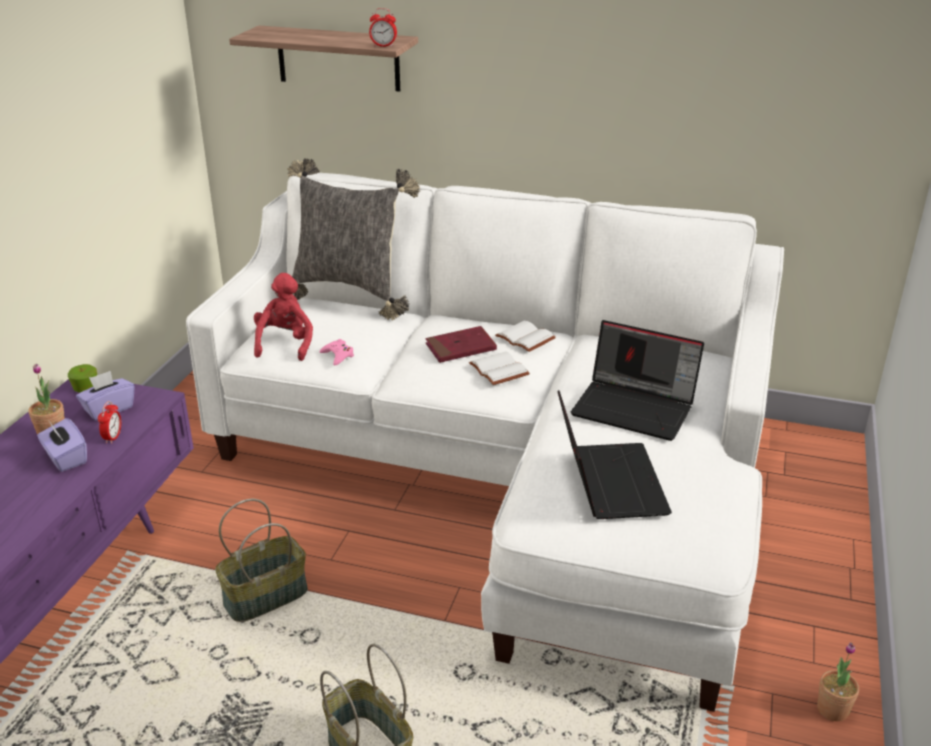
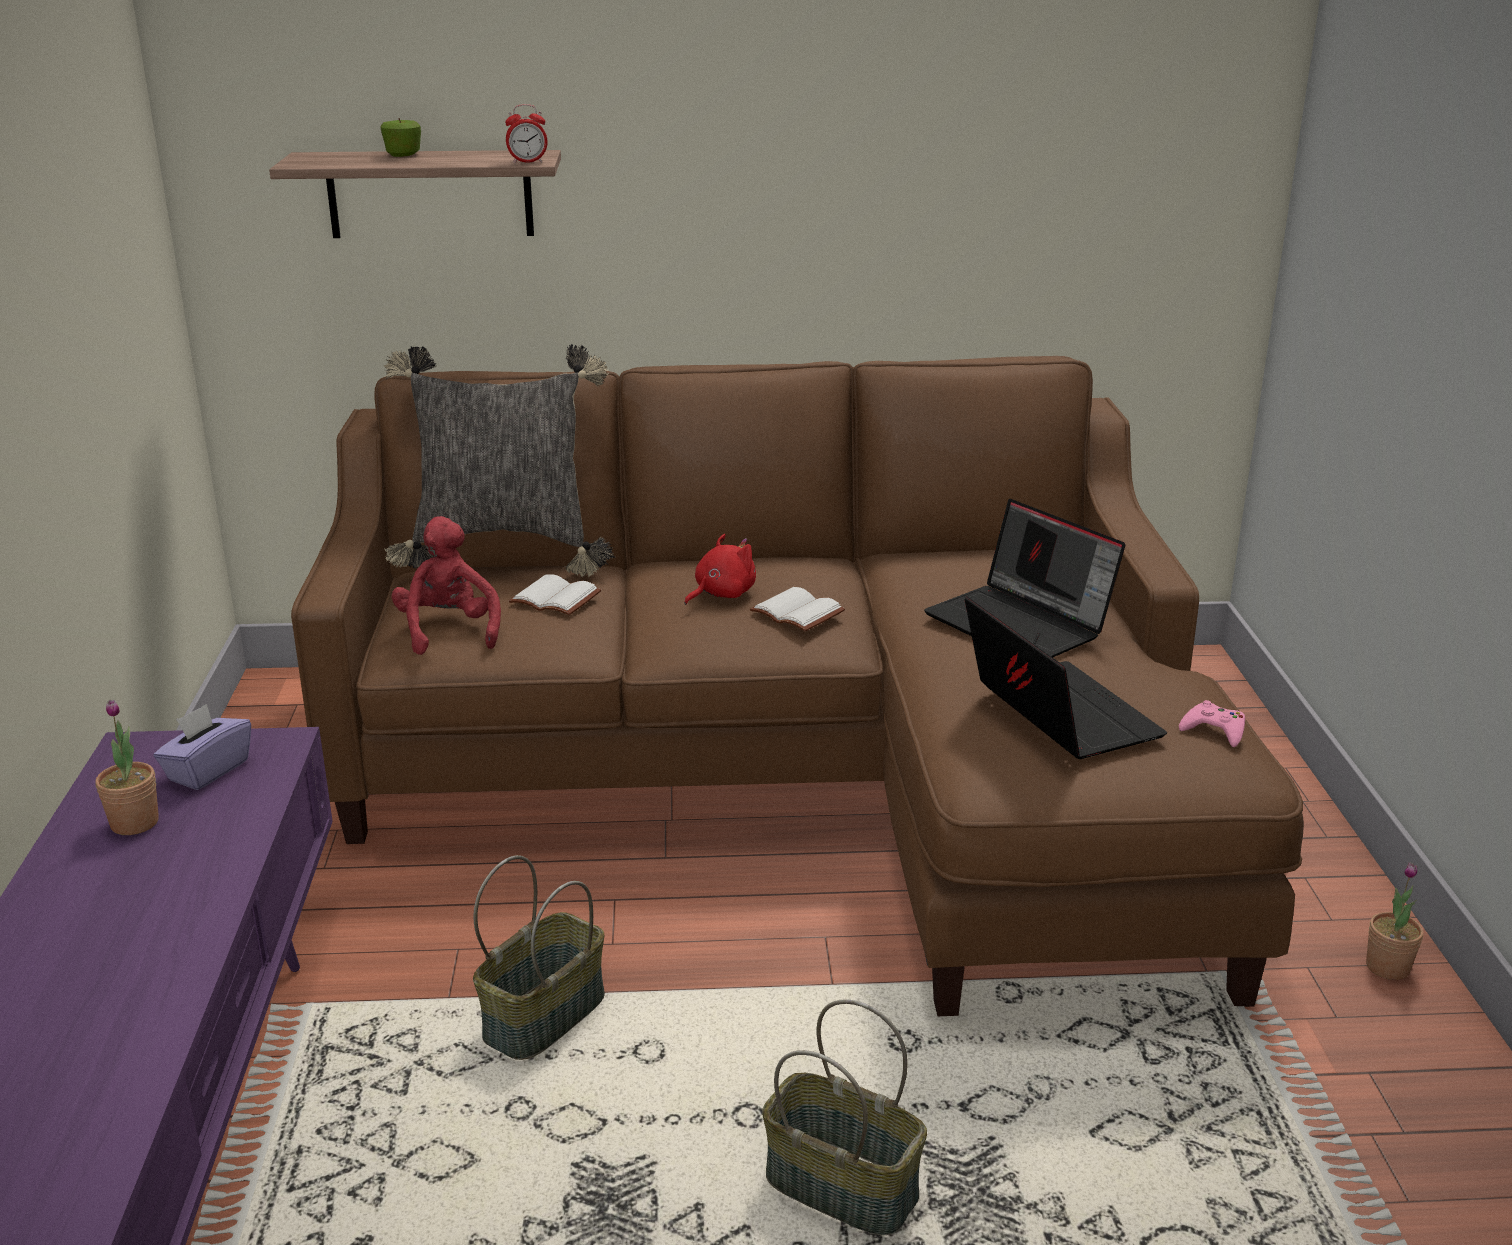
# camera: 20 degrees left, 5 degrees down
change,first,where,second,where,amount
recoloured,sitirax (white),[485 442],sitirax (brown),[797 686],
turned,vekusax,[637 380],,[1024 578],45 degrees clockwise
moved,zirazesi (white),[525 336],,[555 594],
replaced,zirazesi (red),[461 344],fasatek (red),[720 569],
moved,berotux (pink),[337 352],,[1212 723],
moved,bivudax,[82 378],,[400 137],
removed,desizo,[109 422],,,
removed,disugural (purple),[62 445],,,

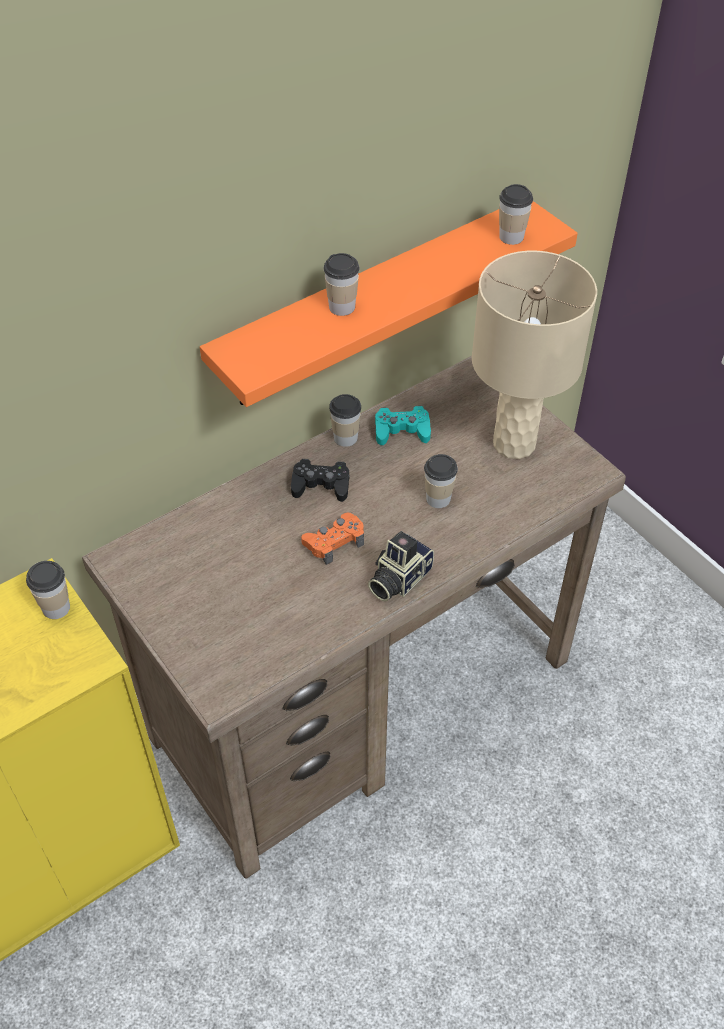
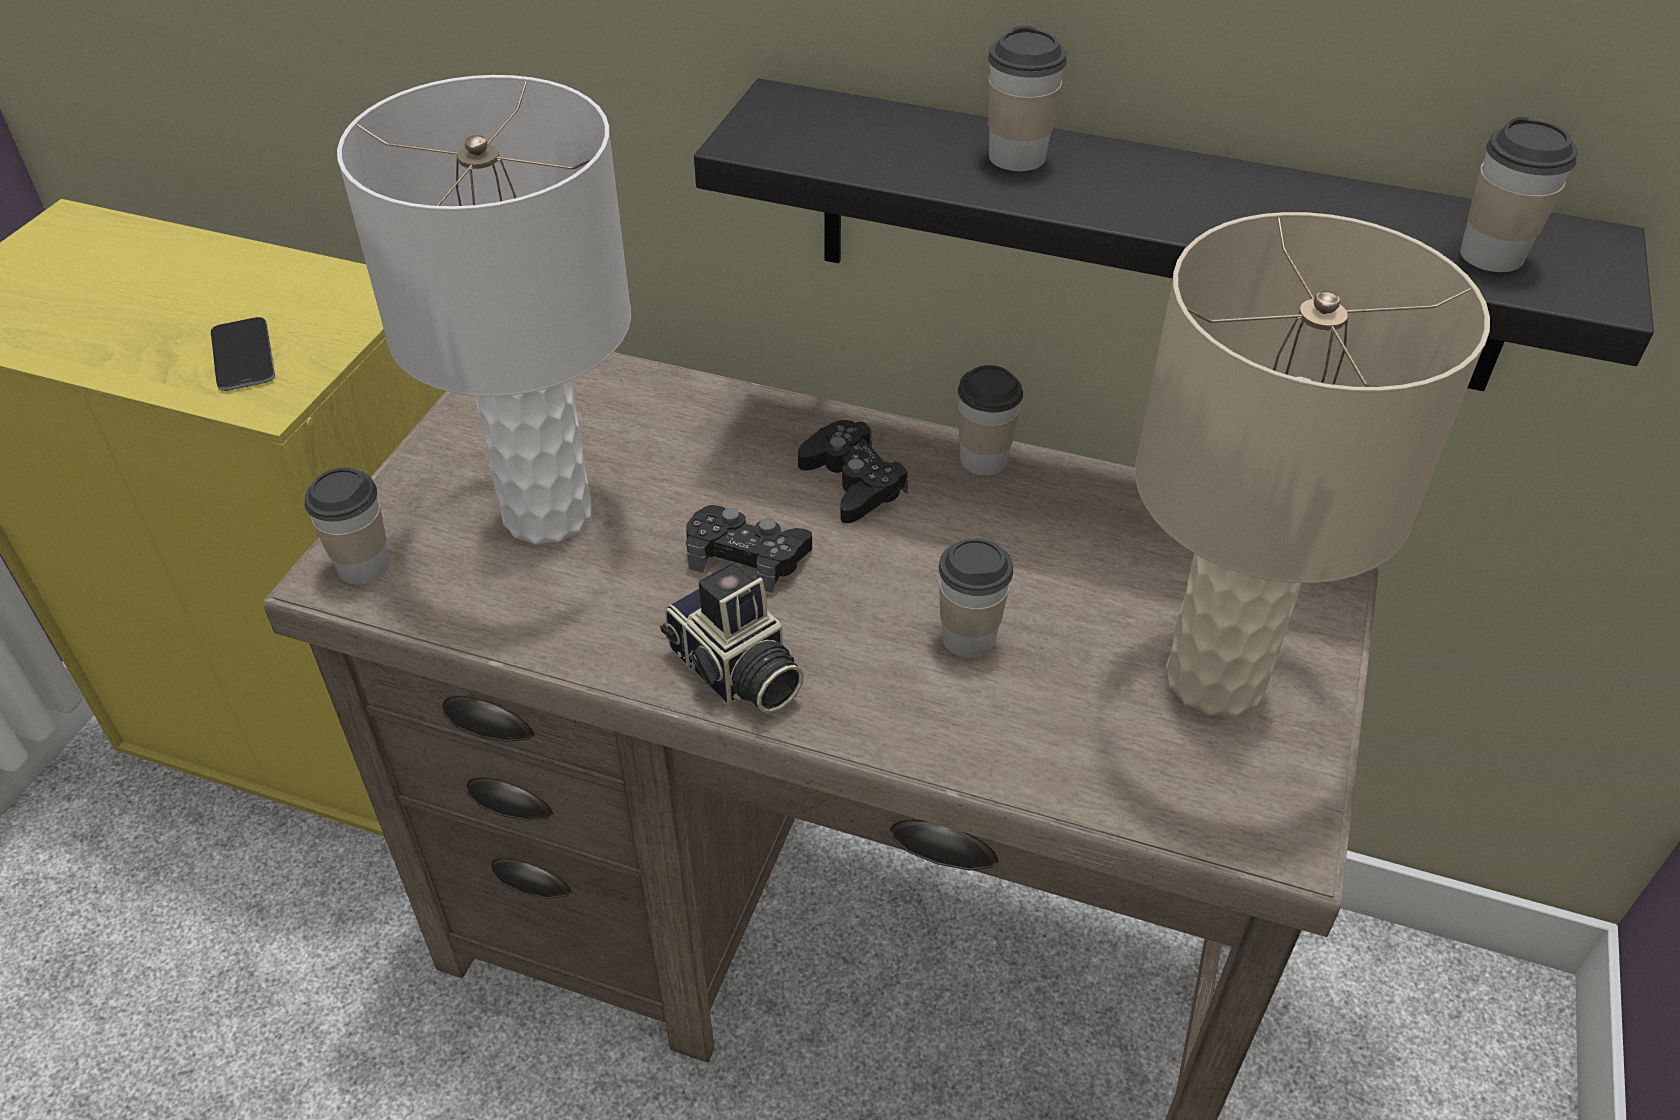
# camera: 55 degrees right, 5 degrees down
change,first,where,second,where,amount
recoloured,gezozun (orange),[389 304],gezozun (black),[1174 235],
removed,berotux (turquoise),[403 425],,,
recoloured,berotux (orange),[332 539],berotux (black),[749 549],
turned,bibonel,[401 566],,[732 638],135 degrees counterclockwise
moved,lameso,[48 590],,[347 525],
added,,,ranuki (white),[484 309],
added,,,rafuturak,[243 354],

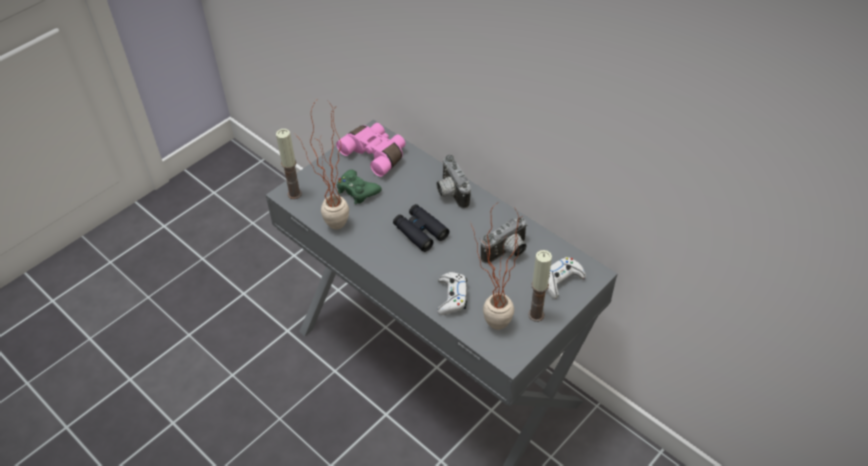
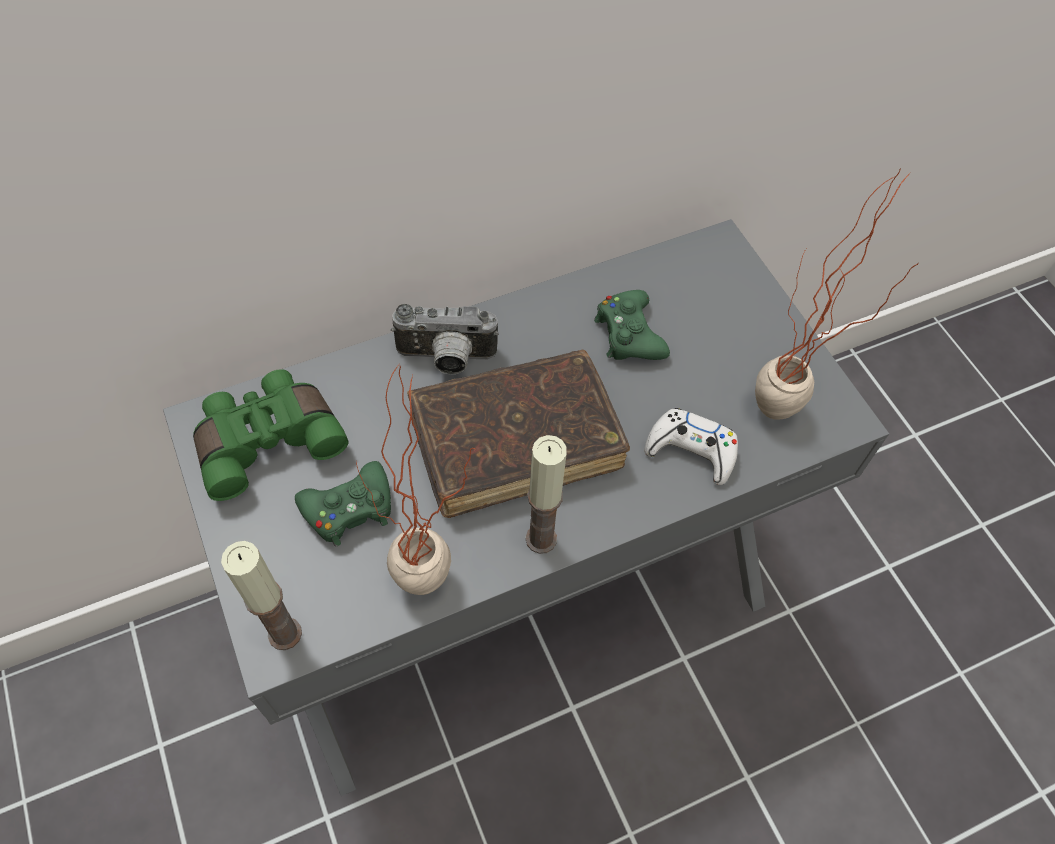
# camera: 70 degrees left, 10 degrees up
change,first,where,second,where,amount
recoloured,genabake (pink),[371 150],genabake (green),[270 435],
replaced,genabake (black),[421 228],zirazesi (brown),[518 434],
replaced,bibonel,[504 240],berotux (green),[632 325],
moved,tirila,[540 286],,[546 494],
removed,berotux (white),[566 278],,,

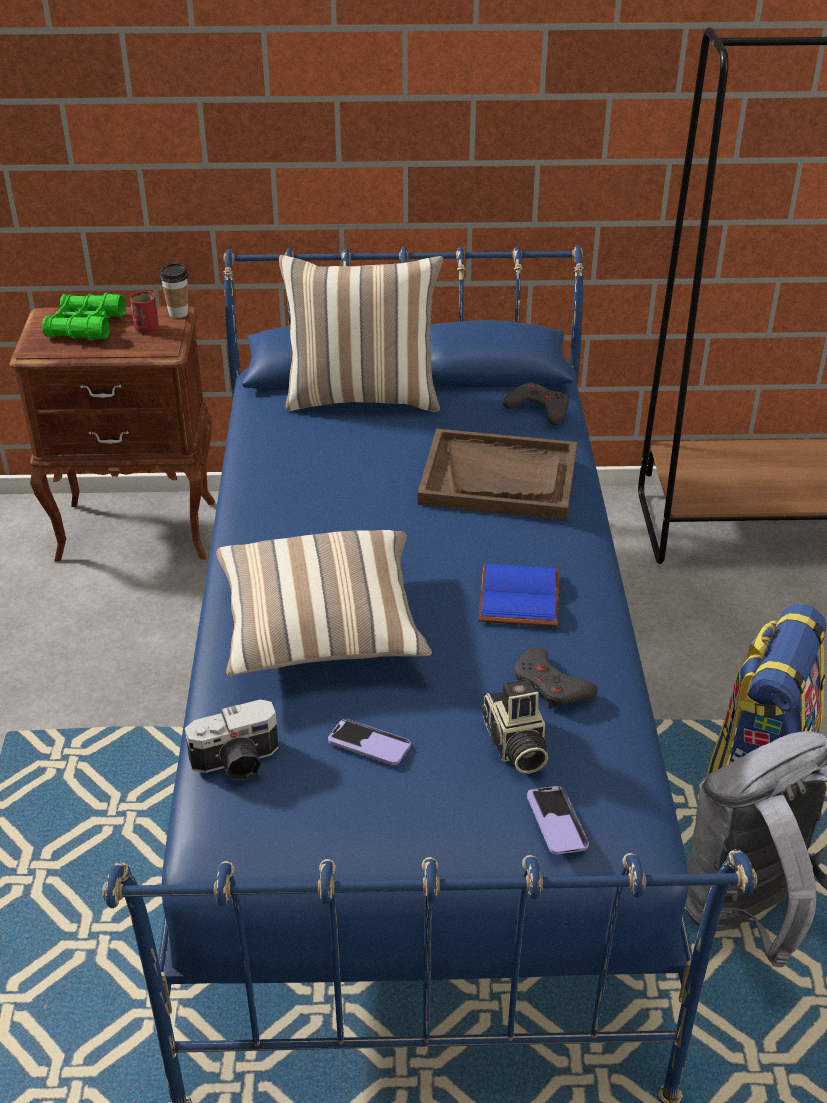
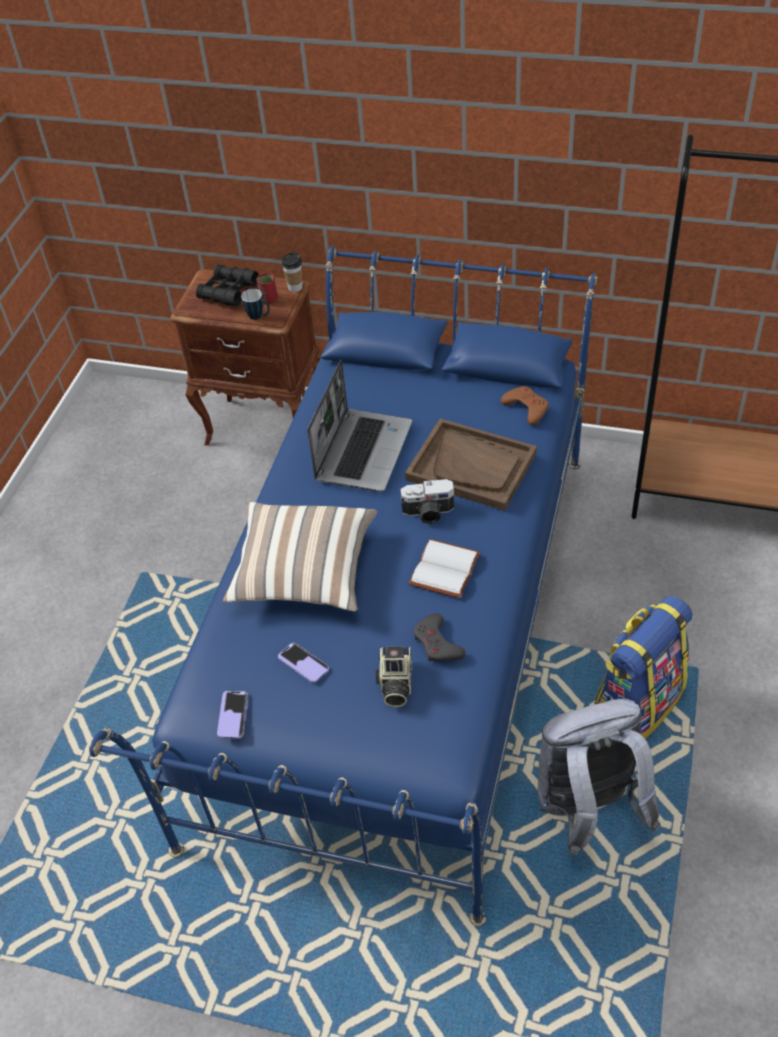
# camera: 20 degrees right, 10 degrees up
change,first,where,second,where,amount
removed,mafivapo,[361 333],,,
recoloured,genabake (green),[84 317],genabake (black),[227 285],
recoloured,berotux (grey),[536 403],berotux (brown),[525 405],
recoloured,zirazesi (blue),[518 595],zirazesi (white),[445 568],
moved,bibonel,[232 739],,[427 501],
moved,rafuturak,[558 820],,[232 715],
added,,,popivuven,[255 304],
added,,,vekusax,[359 426],

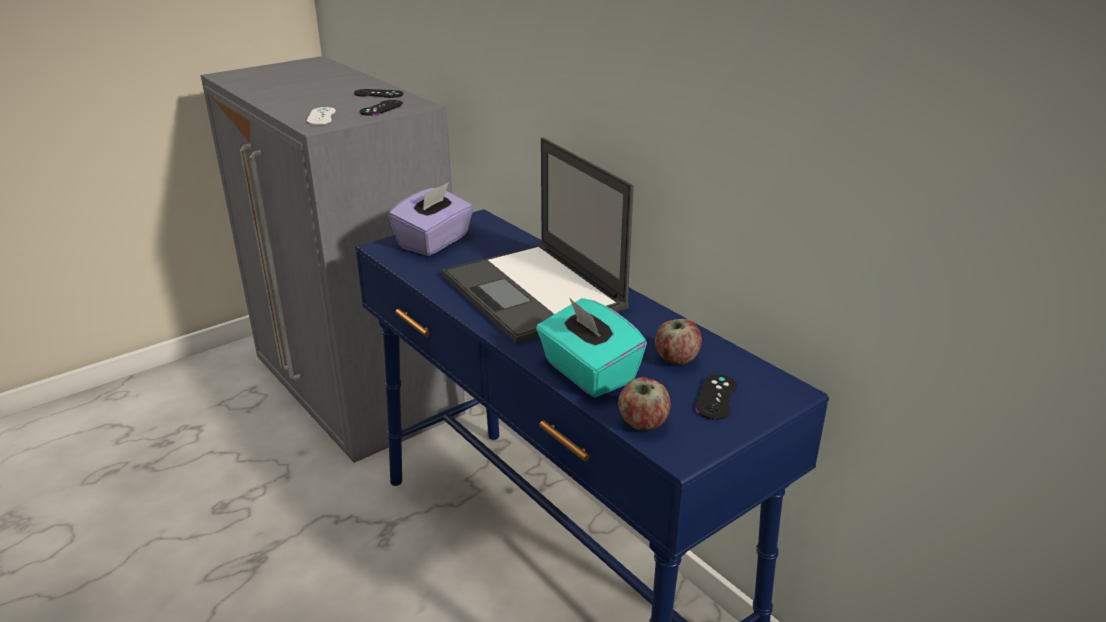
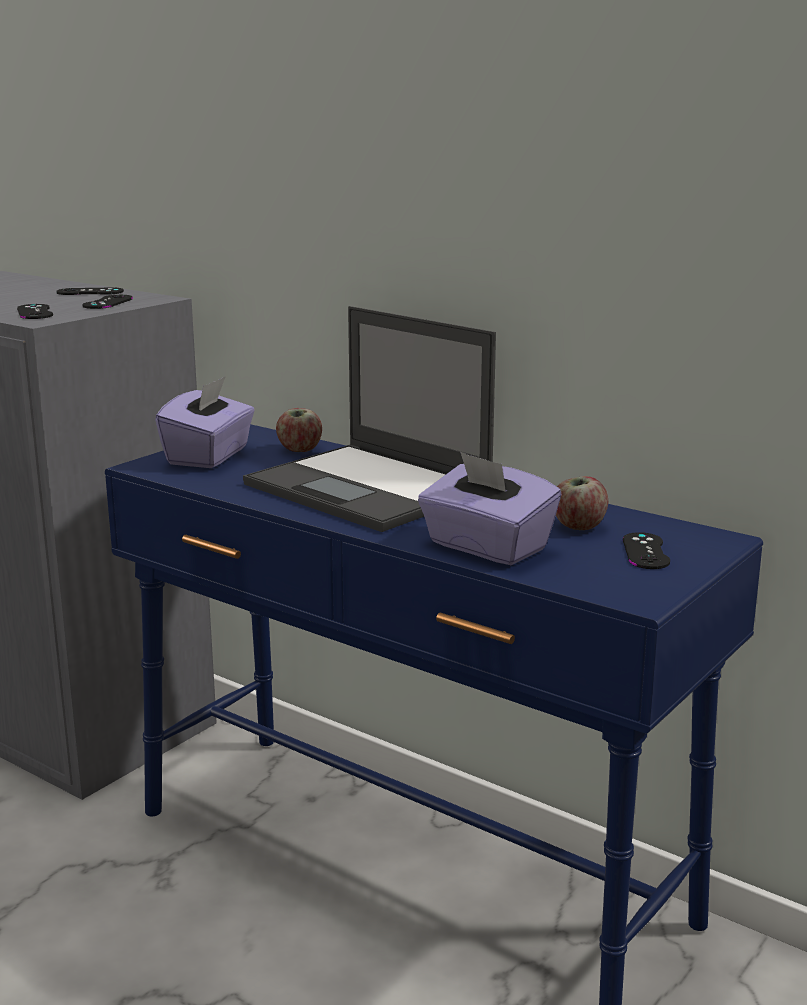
# camera: 15 degrees left, 10 degrees down
change,first,where,second,where,amount
recoloured,berotux (white),[321 116],berotux (black),[35 311],
recoloured,disugural (turquoise),[591 347],disugural (purple),[489 508],
moved,bivudax,[644 403],,[299 430],

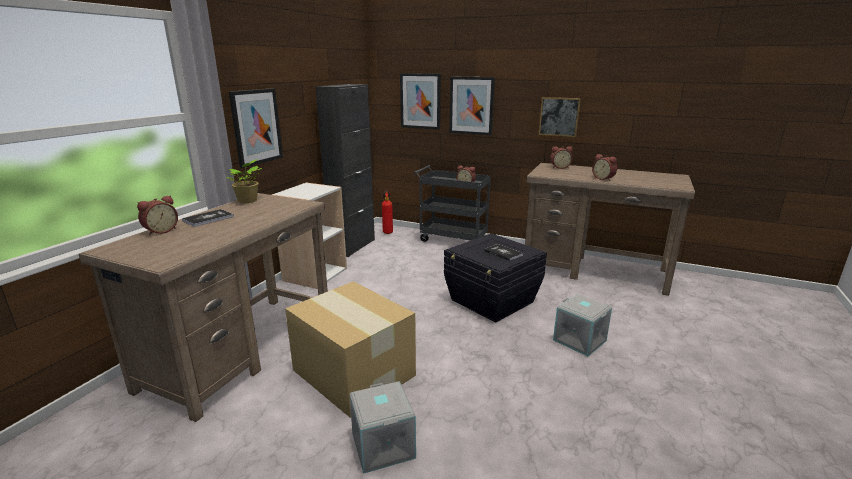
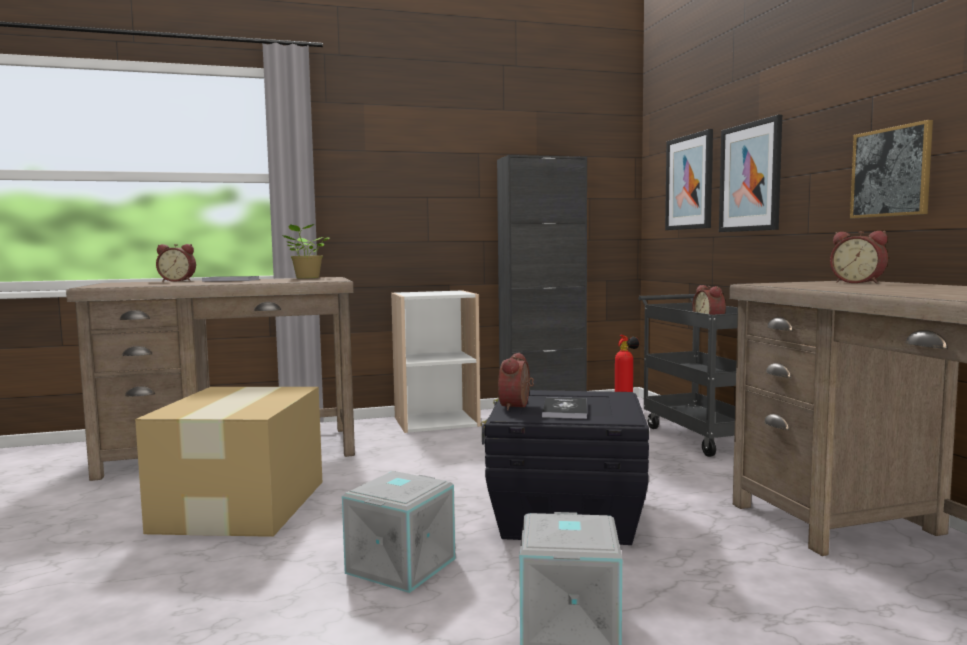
# camera: 50 degrees right, 15 degrees down
change,first,where,second,where,amount
removed,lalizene,[256 128],,,
moved,desizo,[604 167],,[516 382],
moved,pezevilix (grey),[382 427],,[398 532],

